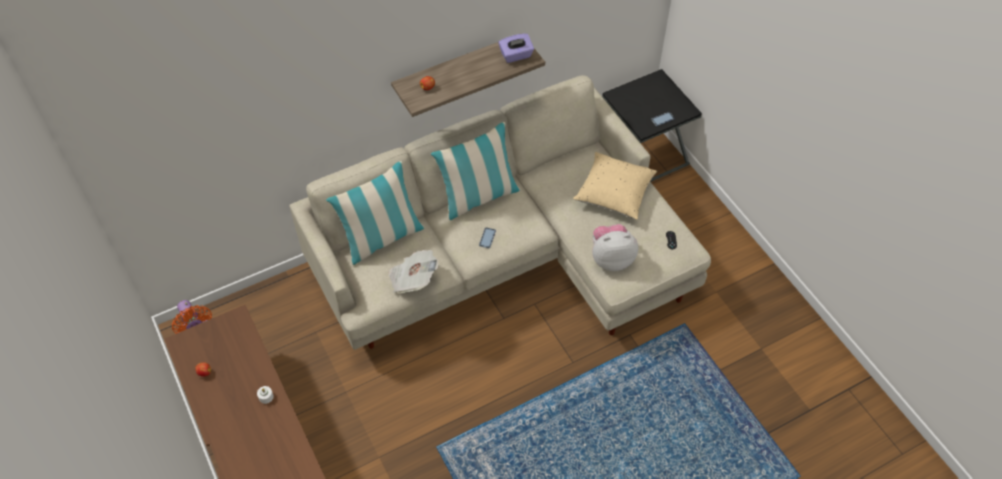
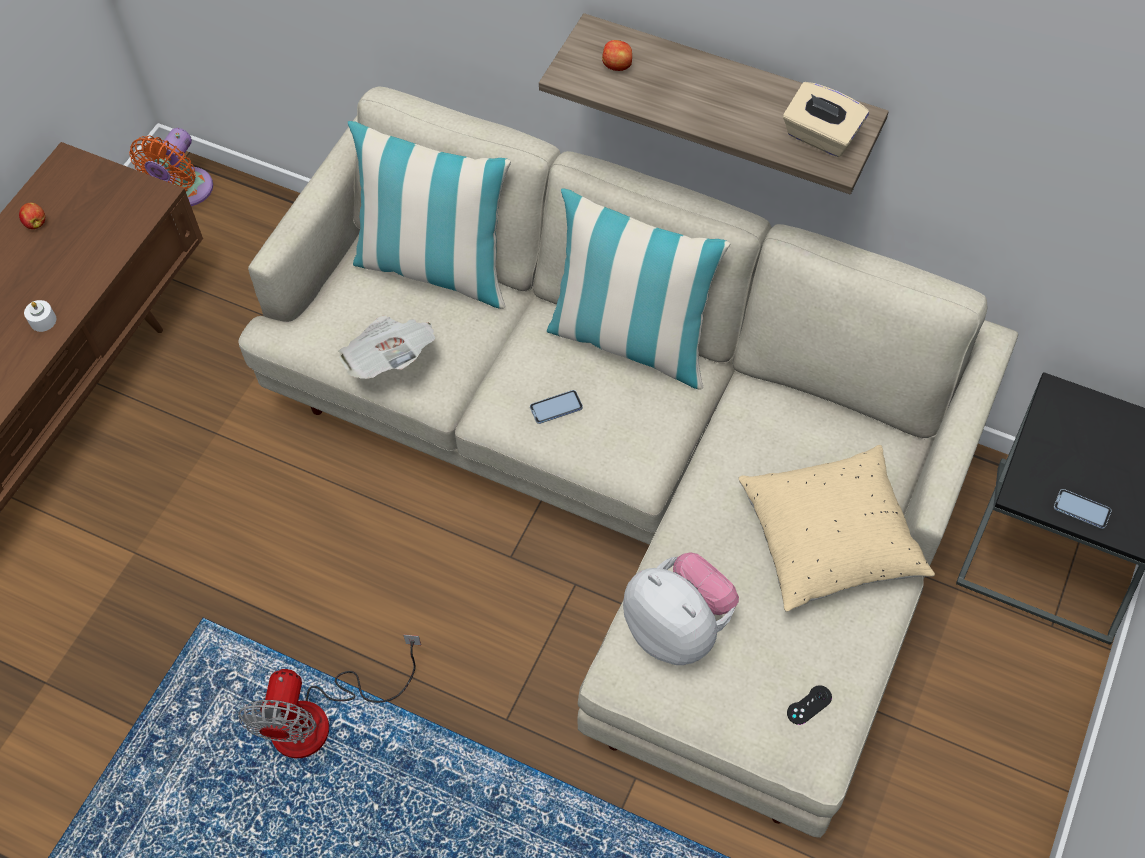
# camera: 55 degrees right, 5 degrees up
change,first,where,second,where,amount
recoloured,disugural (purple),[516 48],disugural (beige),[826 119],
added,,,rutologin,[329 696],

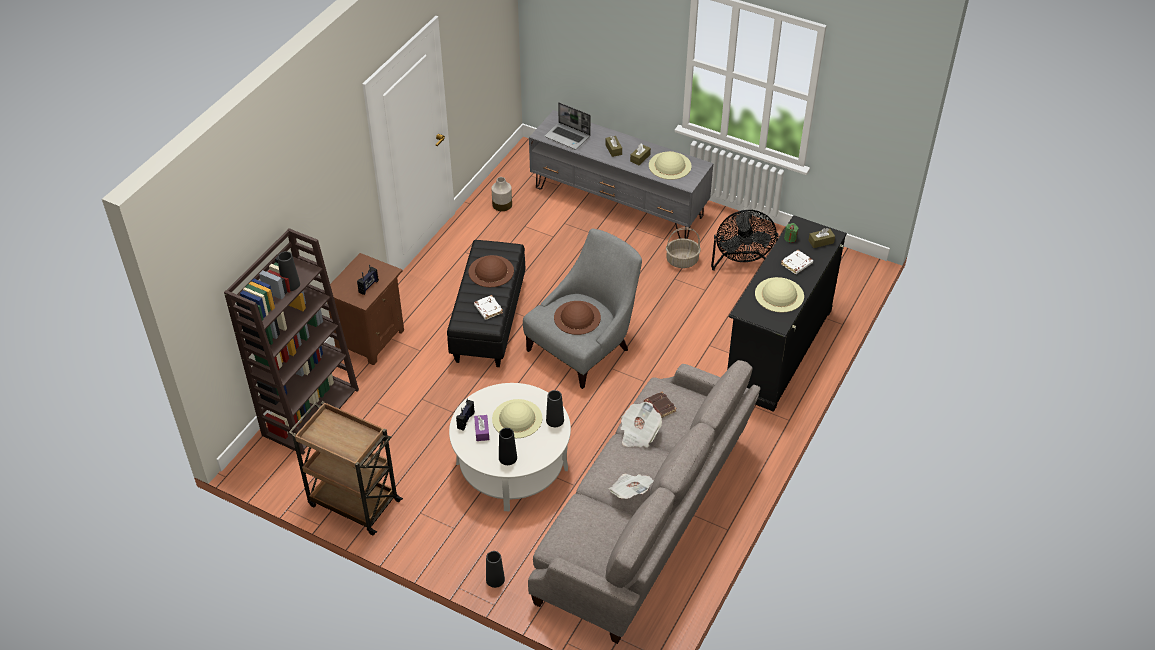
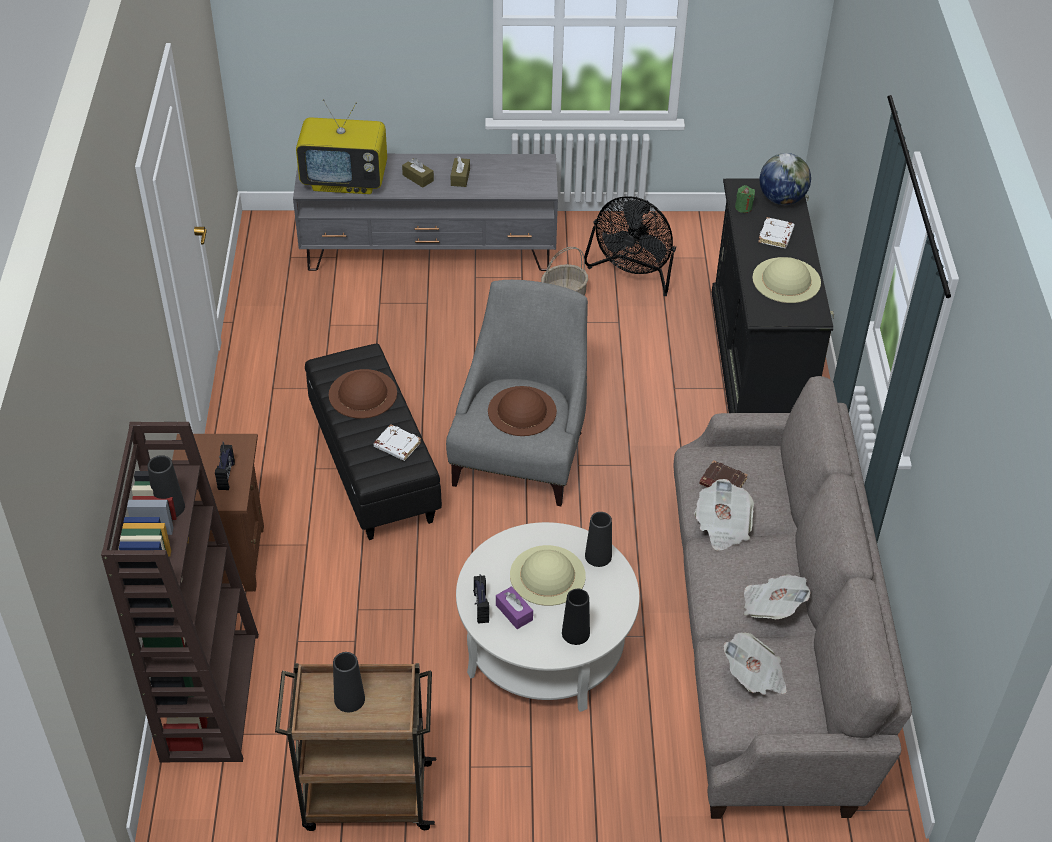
# camera: 30 degrees left, 0 degrees up
change,first,where,second,where,amount
replaced,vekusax,[567 126],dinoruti,[341 146],
removed,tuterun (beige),[670 165],,,
removed,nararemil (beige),[501 194],,,
turned,rutologin (black),[745 240],,[630 246],60 degrees clockwise
replaced,disugural (brown),[821 238],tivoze,[785 179],
moved,nararemil (black),[495 569],,[349 682],
added,,,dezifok,[755 663],

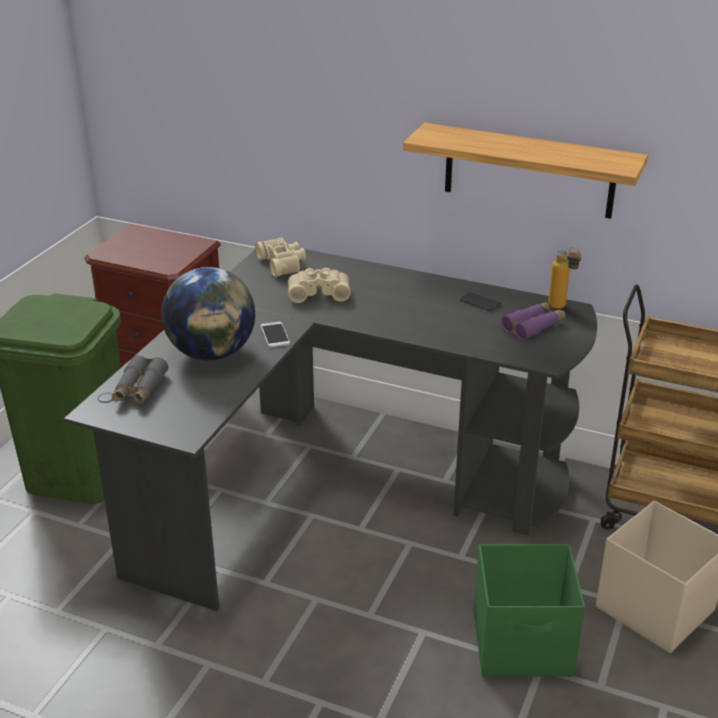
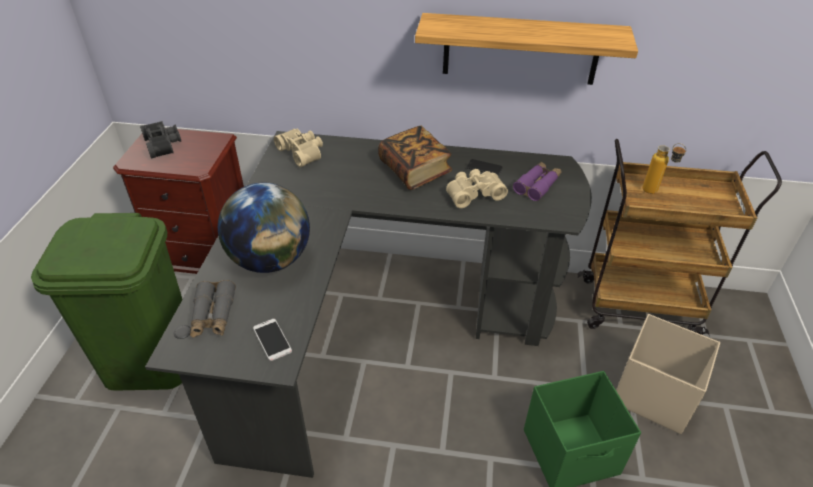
# camera: 15 degrees left, 10 degrees up
change,first,where,second,where,amount
moved,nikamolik,[564 278],,[665 168],
moved,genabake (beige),[319 285],,[477 188],
moved,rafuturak,[275 335],,[272 340],
added,,,genabake (black),[160 140],
added,,,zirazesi,[415 158],

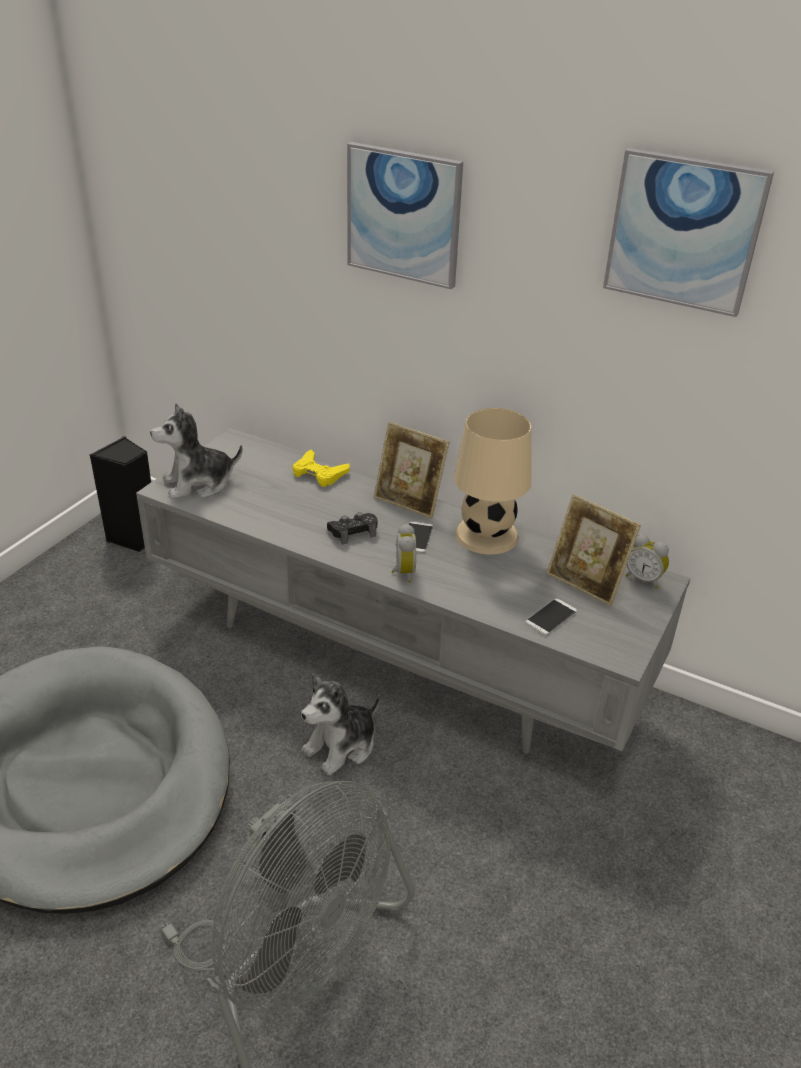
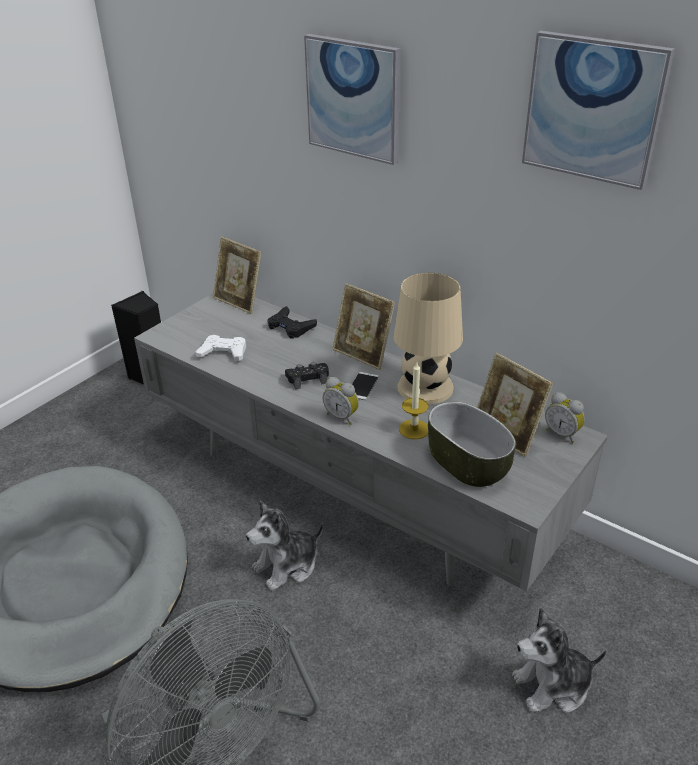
# camera: 10 degrees right, 0 degrees up
change,first,where,second,where,amount
moved,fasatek,[196 451],,[559 660],
recoloured,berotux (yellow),[321 468],berotux (black),[292 322],
turned,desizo,[403 553],,[341 401],120 degrees clockwise
replaced,rafuturak,[551 617],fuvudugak,[472 444],
added,,,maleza,[237 275],
added,,,berotux (white),[220 348],
added,,,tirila,[413 400],

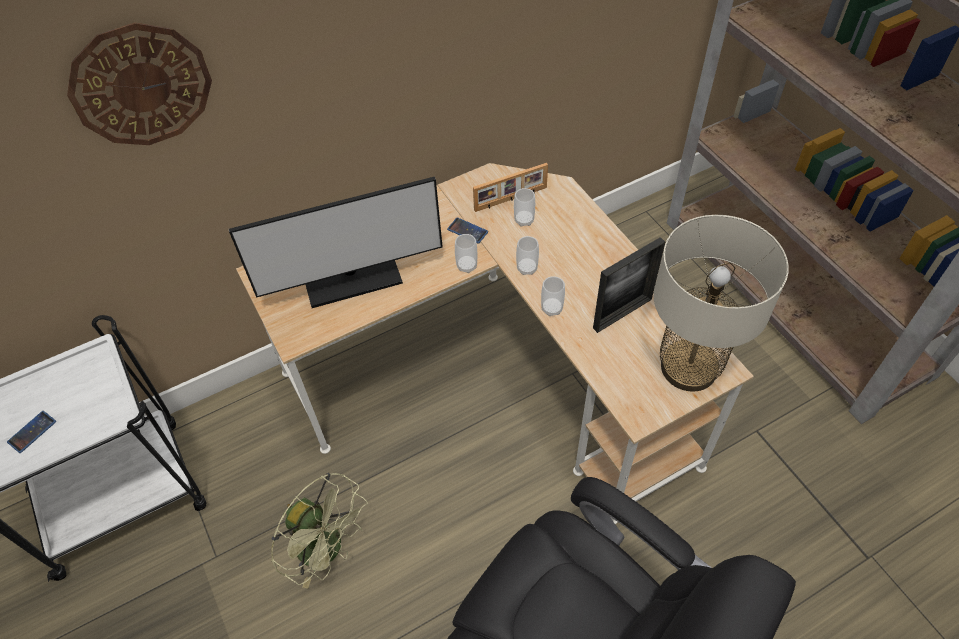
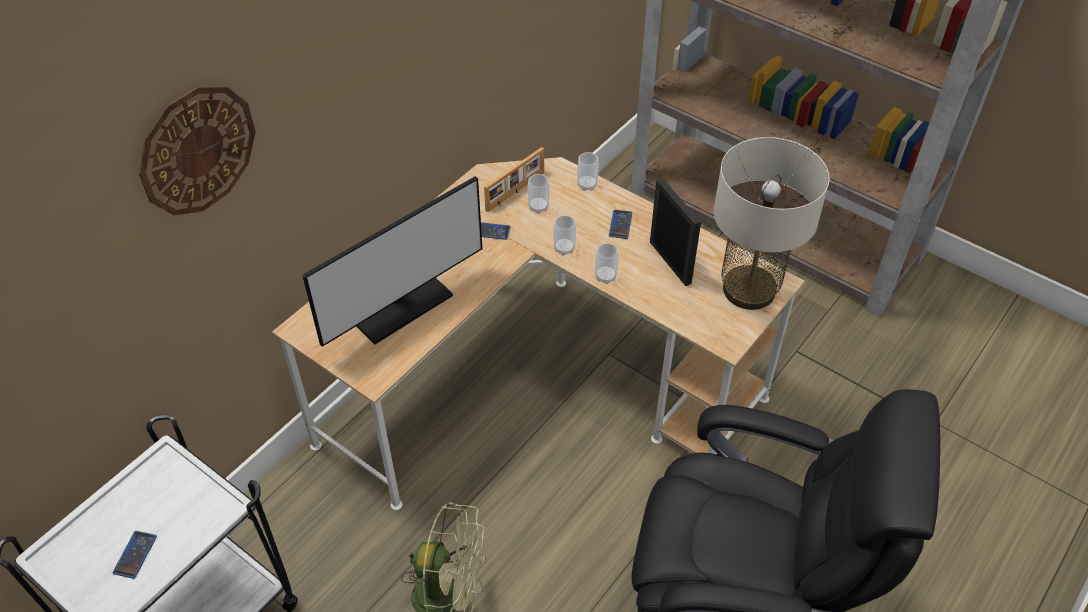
# camera: 25 degrees left, 5 degrees down
change,first,where,second,where,amount
moved,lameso,[466 253],,[588 171],
turned,maleza,[629 285],,[675 232],60 degrees counterclockwise
added,,,rafuturak,[620 224],

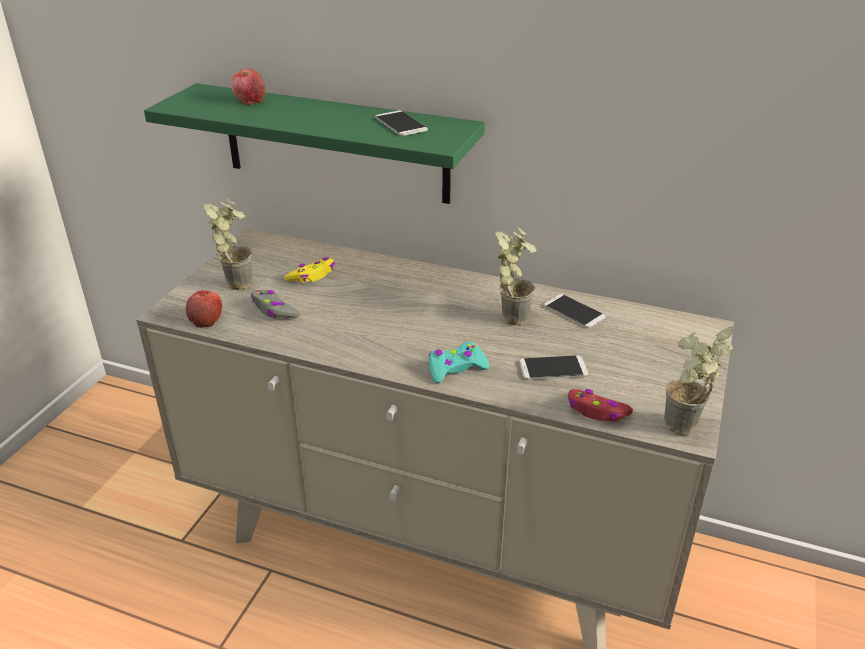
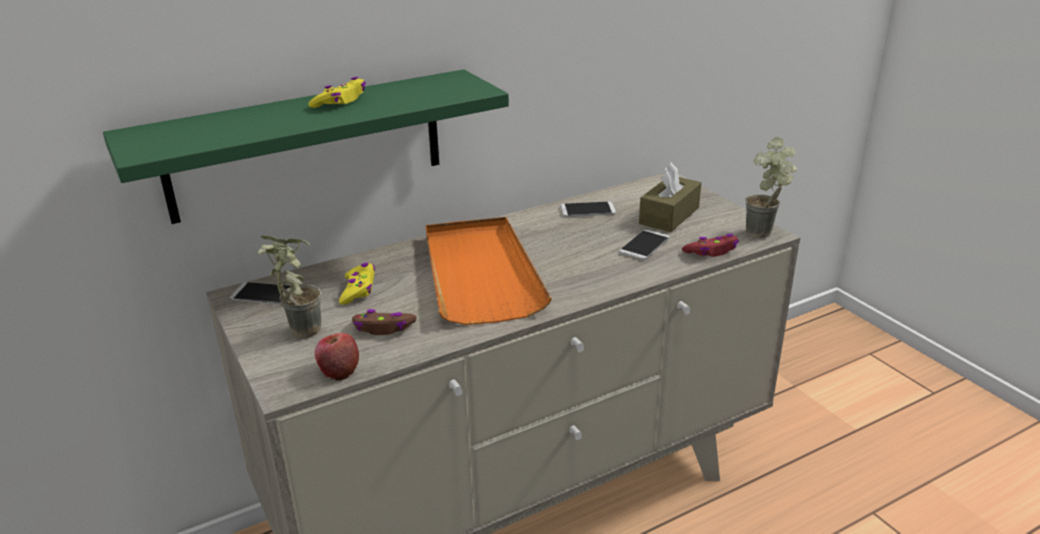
# camera: 50 degrees left, 5 degrees down
change,first,where,second,where,amount
removed,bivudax,[248 87],,,
moved,rafuturak,[401 123],,[260 293],
removed,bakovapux,[515 276],,,
recoloured,berotux (grey),[275 304],berotux (brown),[384 322],
removed,berotux (turquoise),[459 362],,,
added,,,berotux (yellow),[337 92],
added,,,disugural (brown),[670 197],
added,,,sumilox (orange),[489 271],

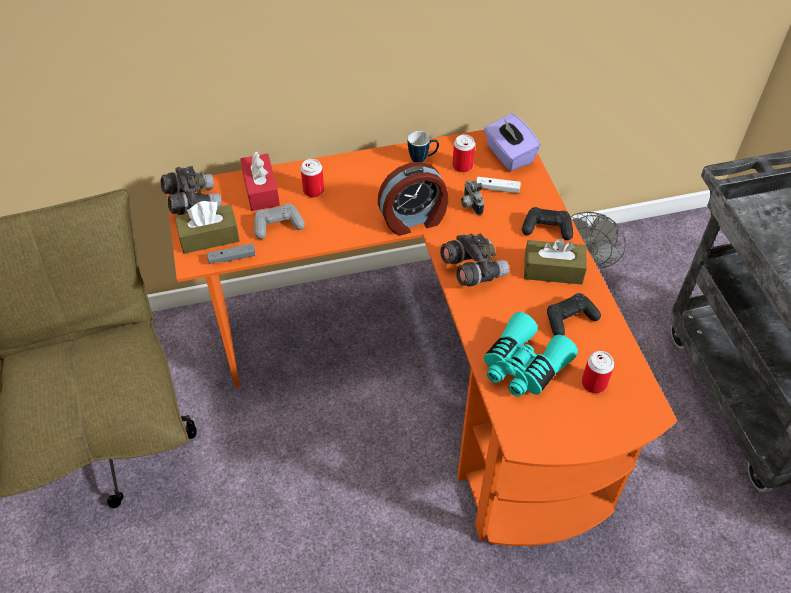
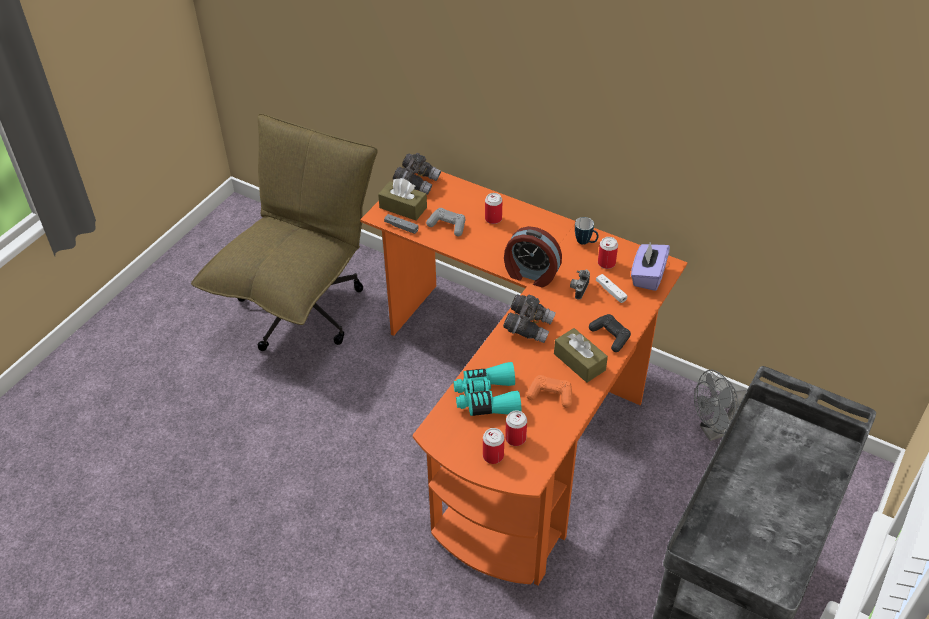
# camera: 45 degrees right, 5 degrees down
change,first,where,second,where,amount
removed,disugural (red),[260 181],,,
recoloured,berotux (black),[574 314],berotux (orange),[549 391],
added,,,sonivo,[493 446],

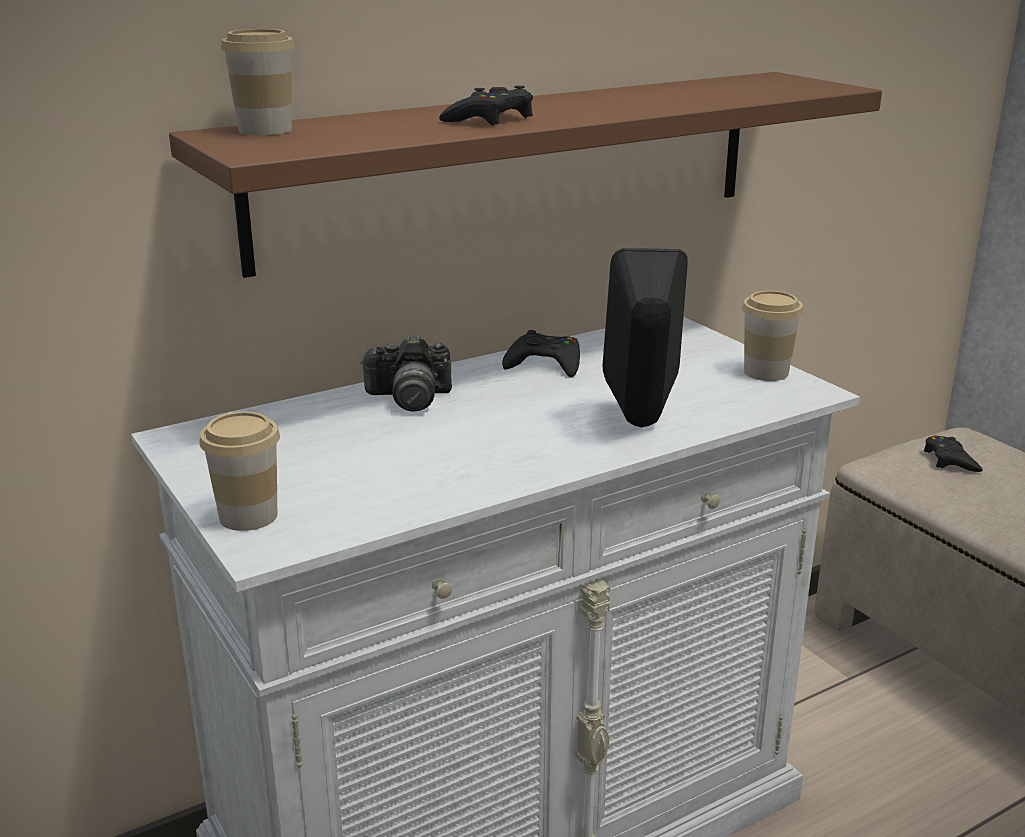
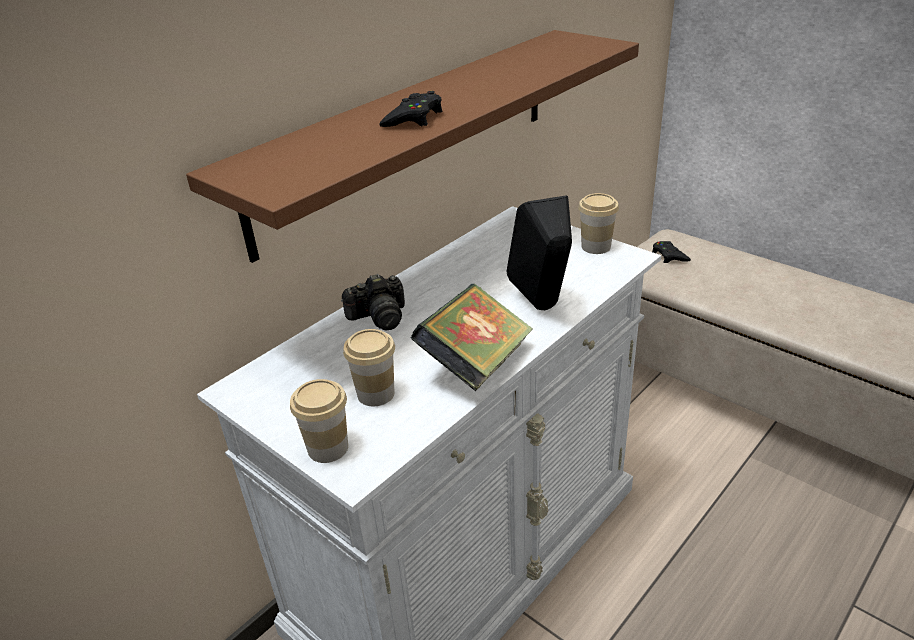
# camera: 15 degrees left, 10 degrees up
change,first,where,second,where,amount
moved,lameso,[257 82],,[369 367],
removed,berotux (black),[541 353],,,
added,,,zirazesi,[472 337],

